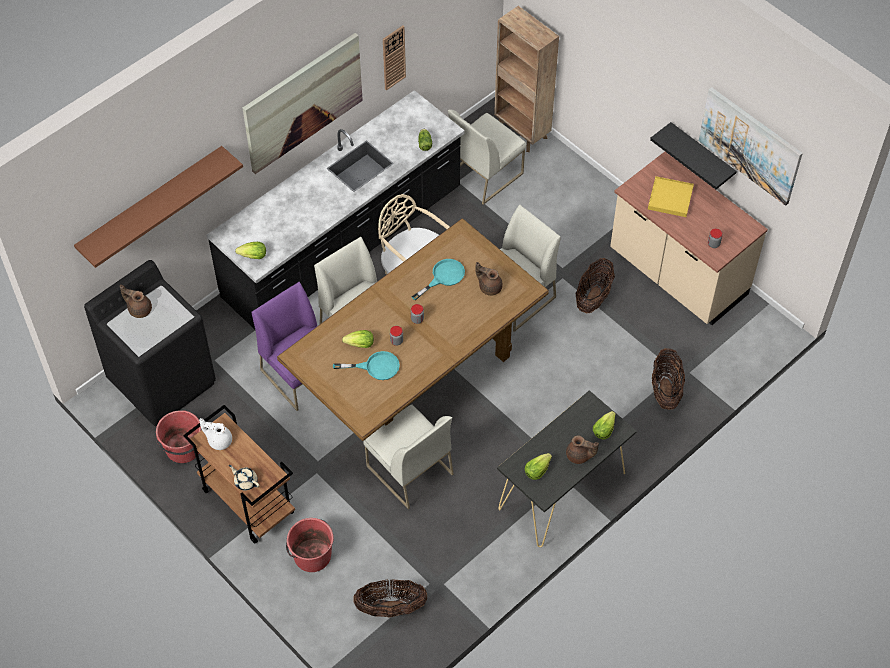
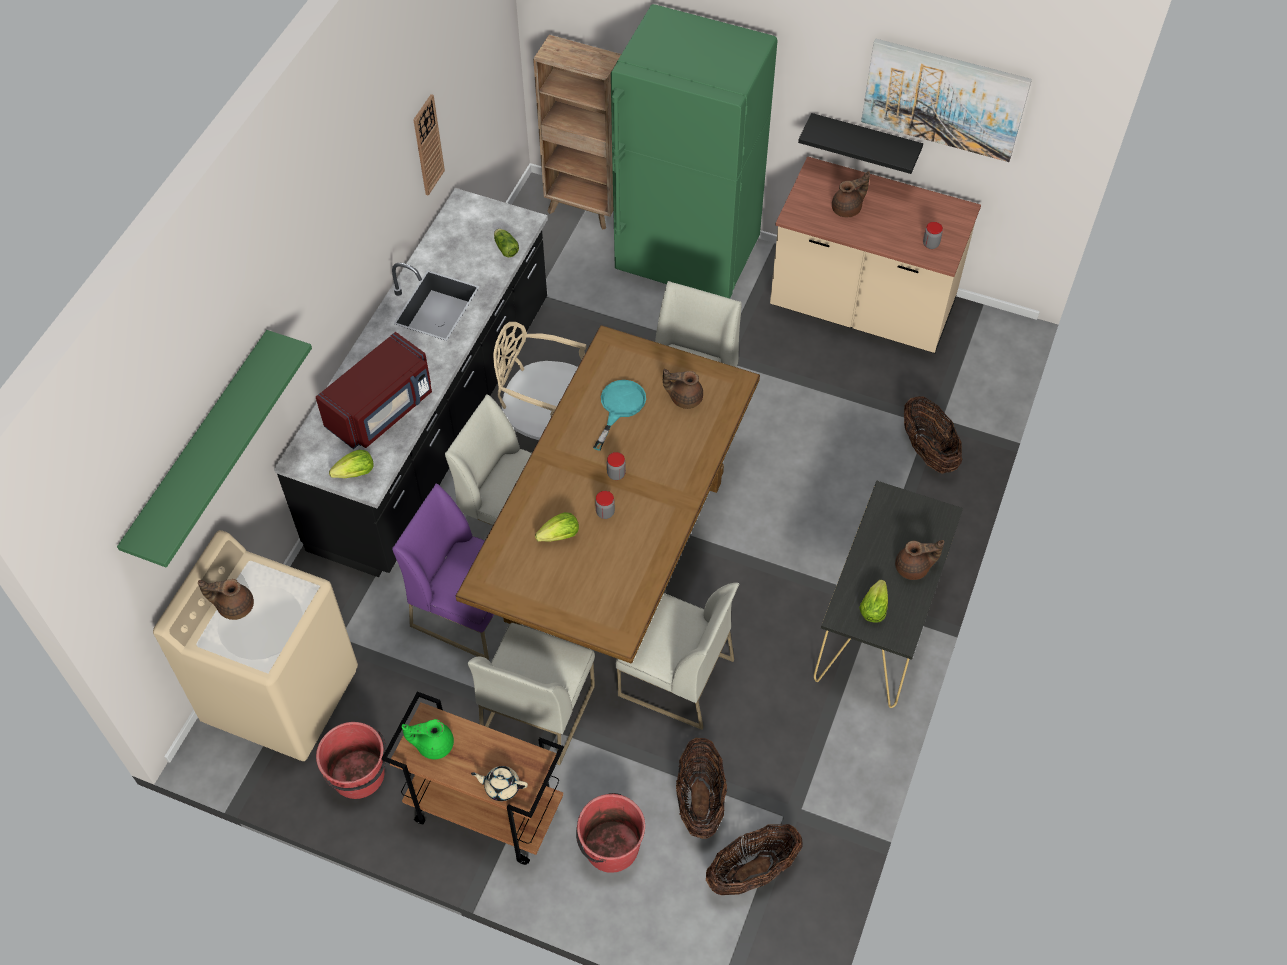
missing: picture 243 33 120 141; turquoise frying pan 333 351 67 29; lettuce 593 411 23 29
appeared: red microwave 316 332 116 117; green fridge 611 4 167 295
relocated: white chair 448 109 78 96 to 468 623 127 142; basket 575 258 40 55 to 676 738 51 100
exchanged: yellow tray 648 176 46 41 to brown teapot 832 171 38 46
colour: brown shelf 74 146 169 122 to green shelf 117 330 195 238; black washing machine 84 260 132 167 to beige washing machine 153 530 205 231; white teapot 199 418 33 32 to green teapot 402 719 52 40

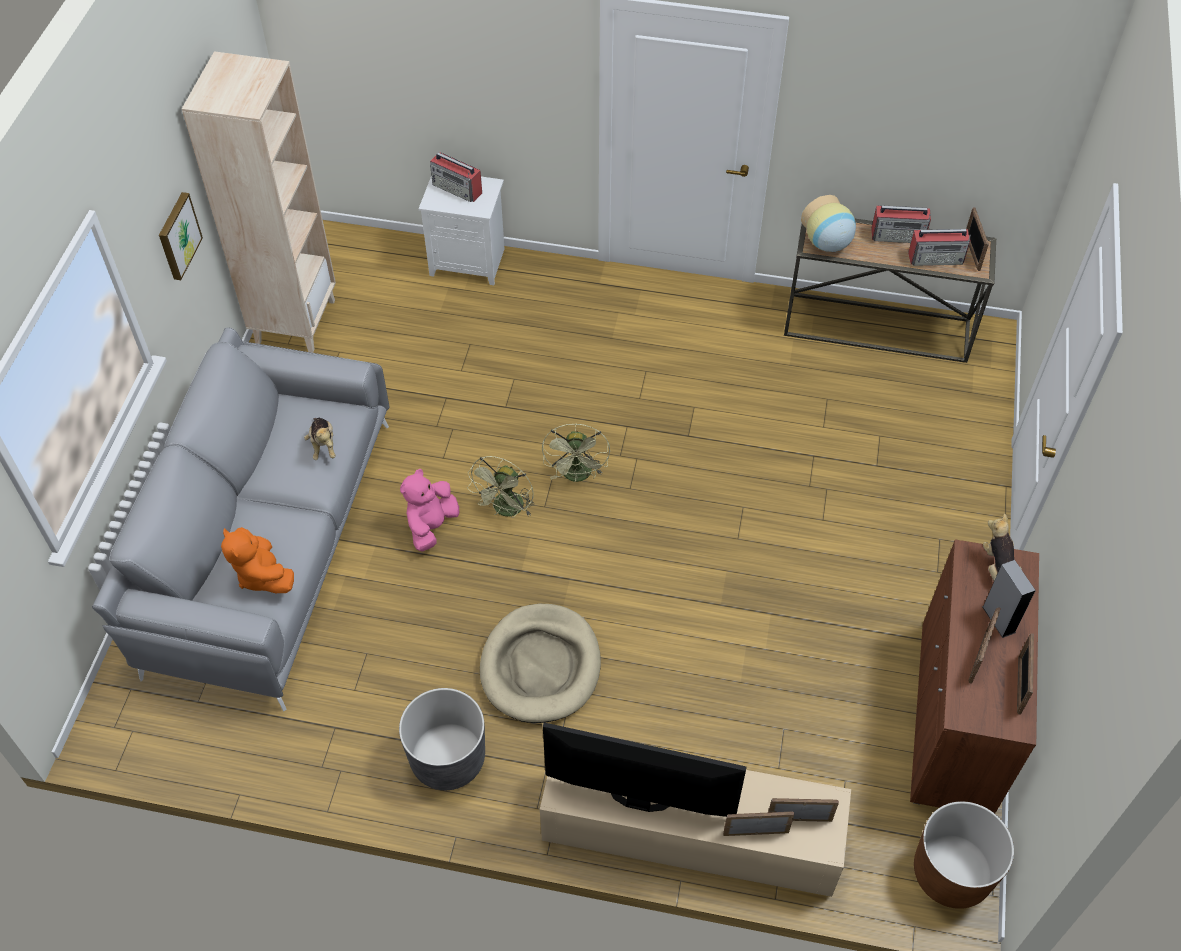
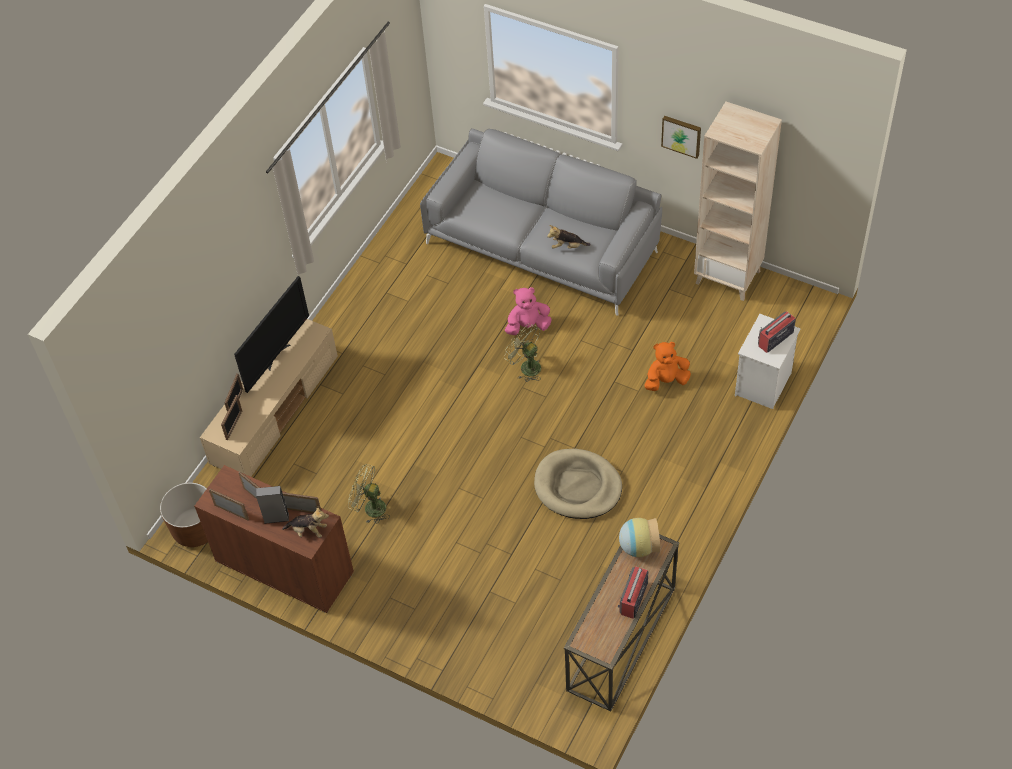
missing: grey planter 399 688 86 102; radio 908 229 63 37
relocated: orange plush toy 221 527 73 66 to 644 342 47 49; beige dog bed 480 604 121 119 to 534 449 88 70; green fan 542 424 68 58 to 348 464 42 60; picture frame 966 207 23 64 to 282 492 39 21
spun: pink plush toy 400 469 59 83 = 505 287 47 48 60 degrees counterclockwise

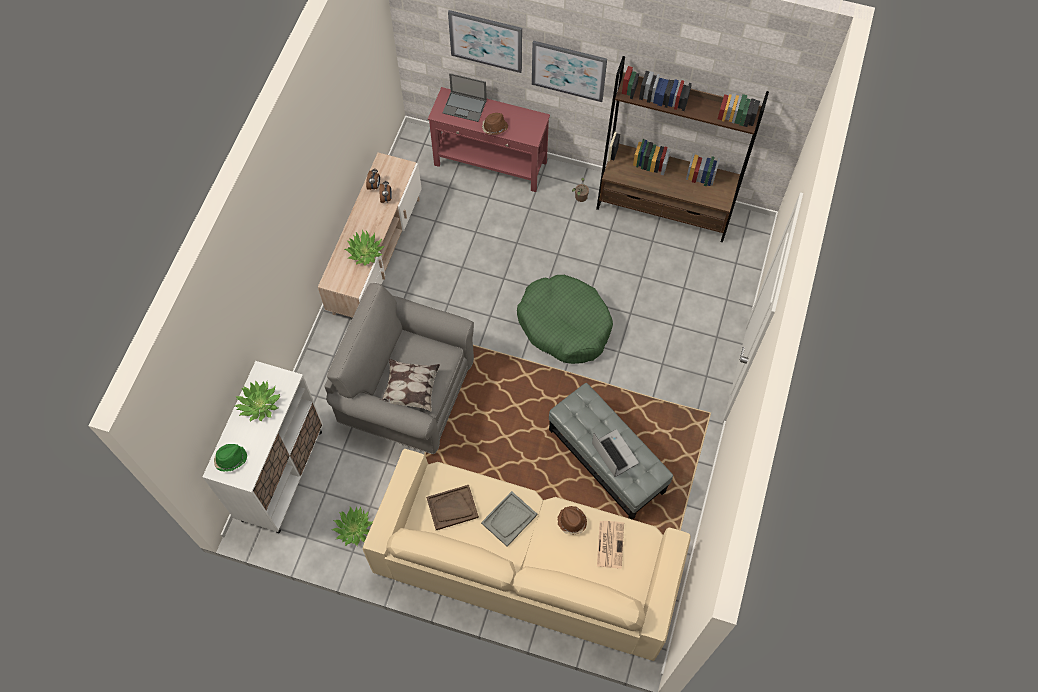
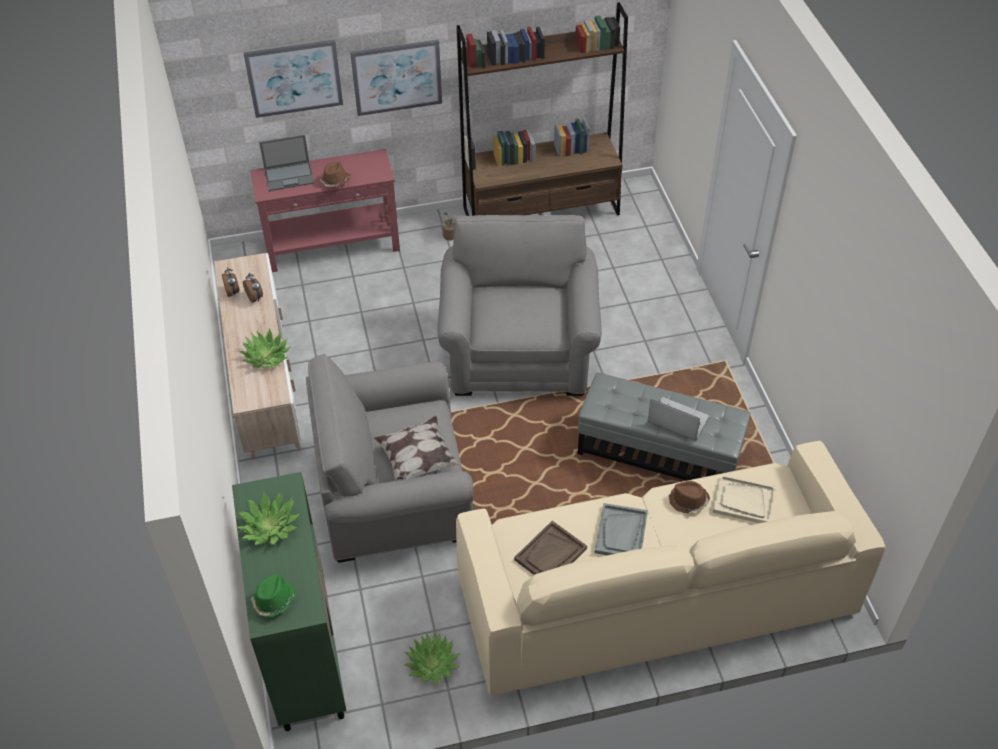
exchanged: green dog bed 517 275 96 89 to grey armchair 438 215 164 181; newspaper 597 521 27 48 to beige tray 713 474 63 49
colour: white cabinet 202 361 121 172 to green cabinet 232 472 114 259

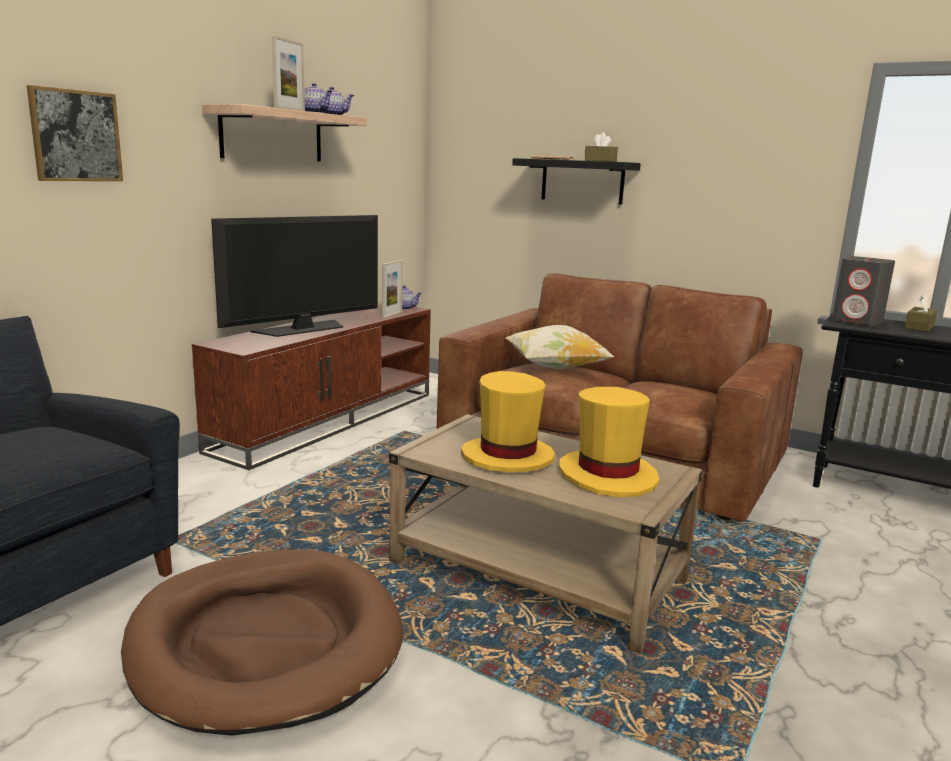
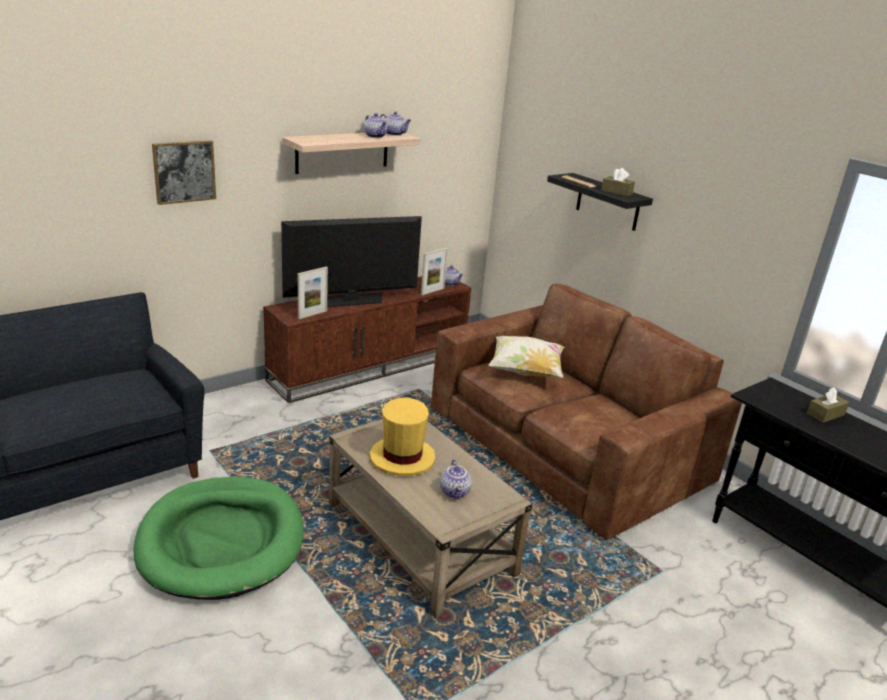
missing: grey speaker 832 256 63 70
relocated: picture frame 272 36 33 75 to 298 267 30 52
exchanged: yellow hat 559 387 100 110 to teapot 440 460 32 39
colour: brown dog bed 121 549 282 187 to green dog bed 133 477 171 123

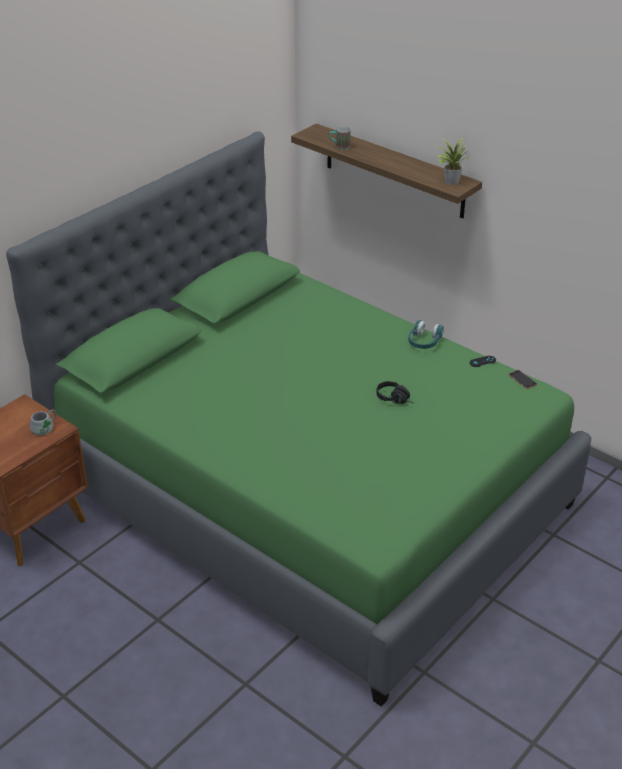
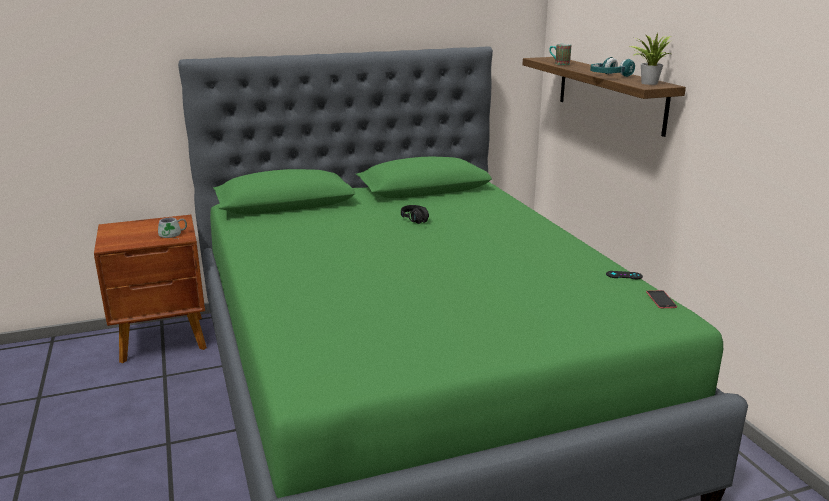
relocated: black headphones 376 381 37 23 to 401 205 28 19; turquoise headphones 408 320 36 29 to 590 57 45 20

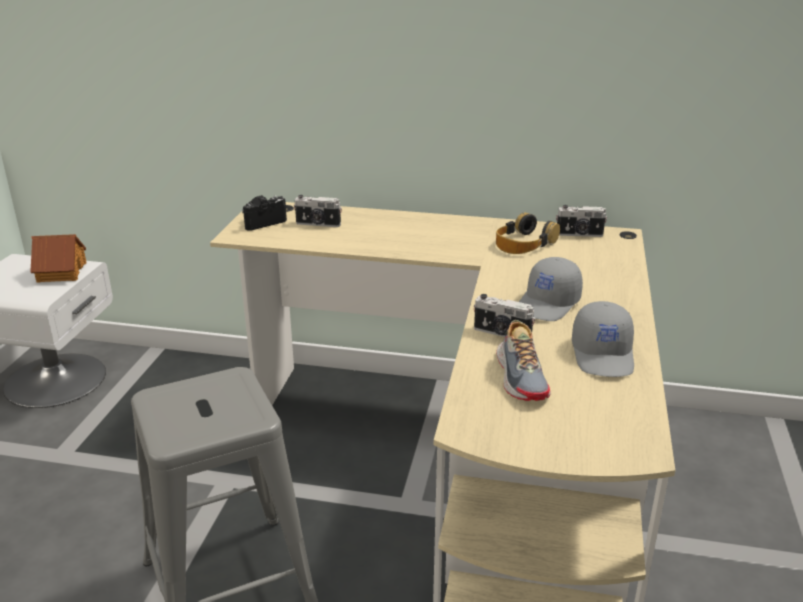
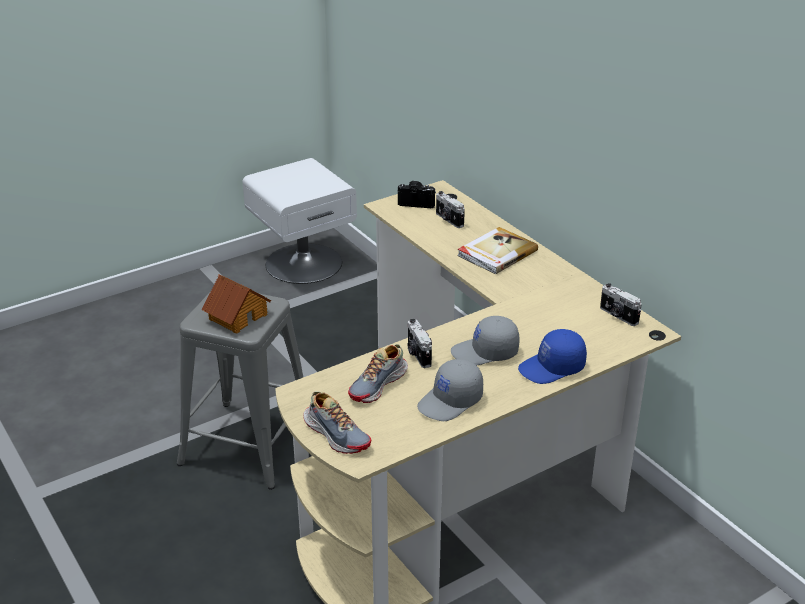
missing: headphones 496 212 64 42
appeared: shoe 303 391 69 63; book 457 227 81 47; blue cap 518 329 69 55
relocated: toy house 30 234 57 48 to 202 274 69 59

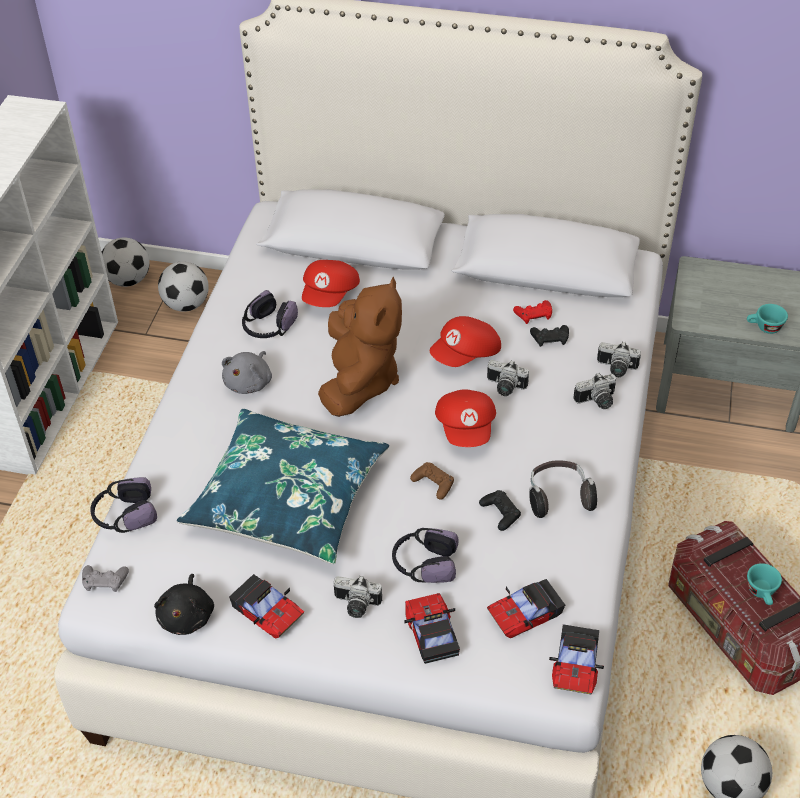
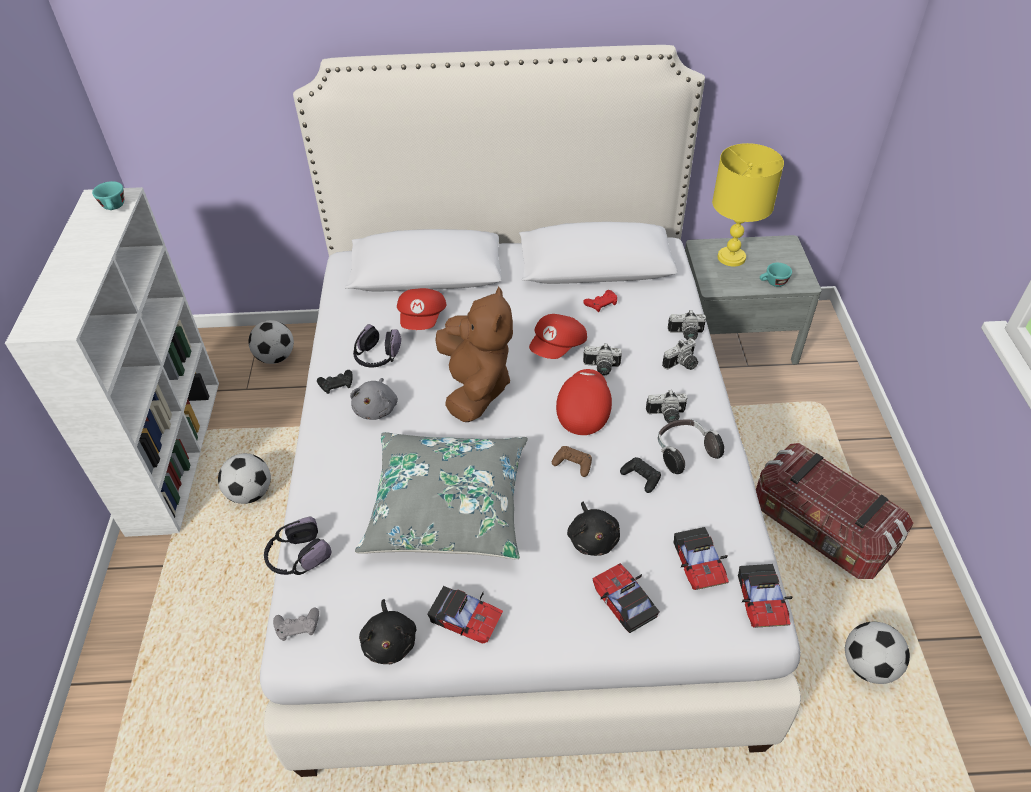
appeared: yellow table lamp 712 143 72 124
relocated: football 102 237 48 50 to 218 453 53 51; photo camera 334 576 48 42 to 646 390 41 33; black game controller 530 325 39 22 to 317 370 36 24; turquoise cup 747 563 35 42 to 92 181 32 29
exchanged: headphones 392 528 67 55 to black plush toy 567 502 53 54
colour: blue pillow 177 409 212 155 to grey pillow 355 432 173 127
spun: red cap 435 389 61 58 = 556 369 56 66 150 degrees counterclockwise; toy car 487 579 78 59 = 673 527 56 63 60 degrees counterclockwise

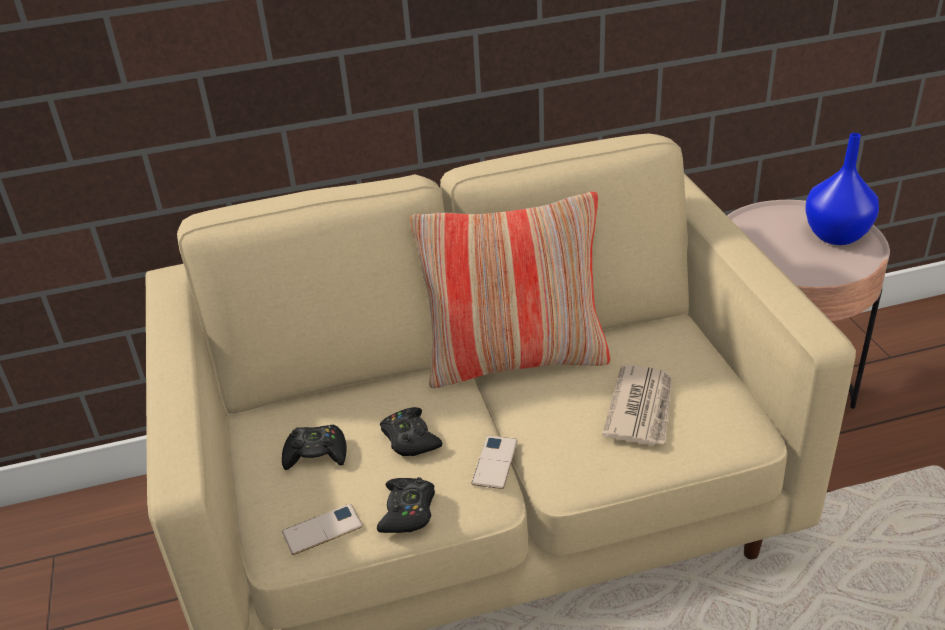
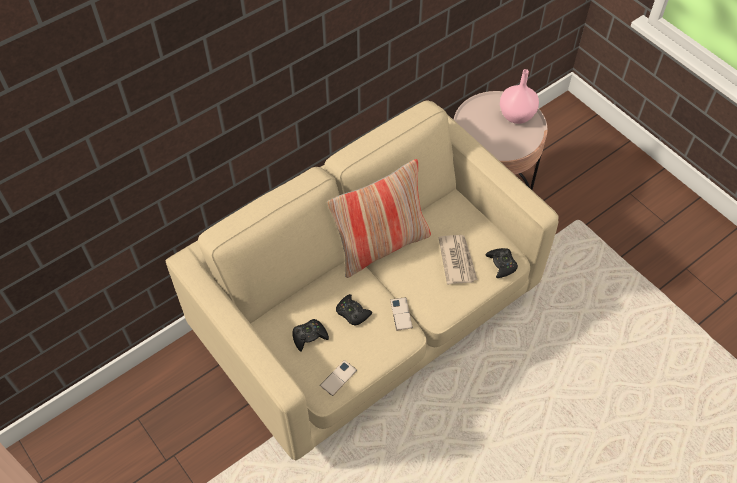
relocated: black game controller 377 477 58 56 to 486 248 32 30
colour: blue vase 805 133 74 112 to pink vase 500 69 39 55

